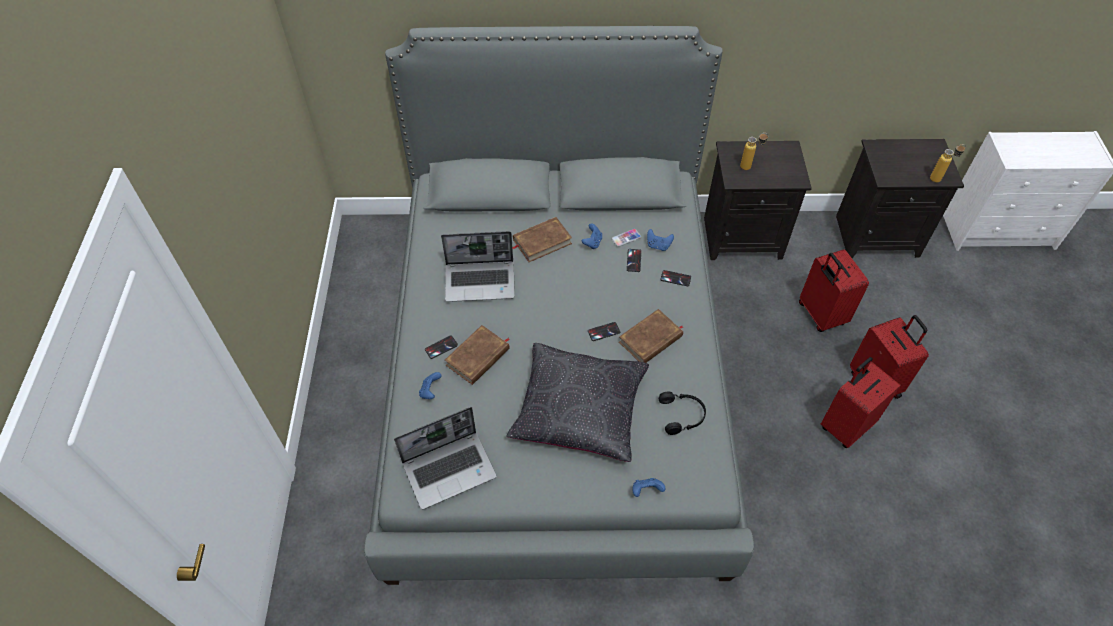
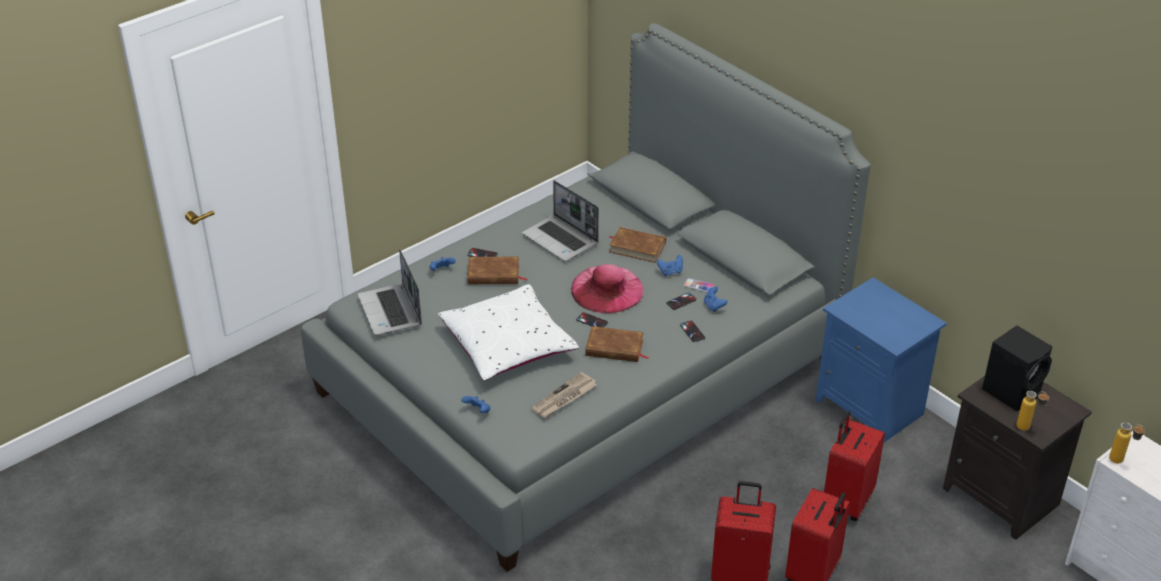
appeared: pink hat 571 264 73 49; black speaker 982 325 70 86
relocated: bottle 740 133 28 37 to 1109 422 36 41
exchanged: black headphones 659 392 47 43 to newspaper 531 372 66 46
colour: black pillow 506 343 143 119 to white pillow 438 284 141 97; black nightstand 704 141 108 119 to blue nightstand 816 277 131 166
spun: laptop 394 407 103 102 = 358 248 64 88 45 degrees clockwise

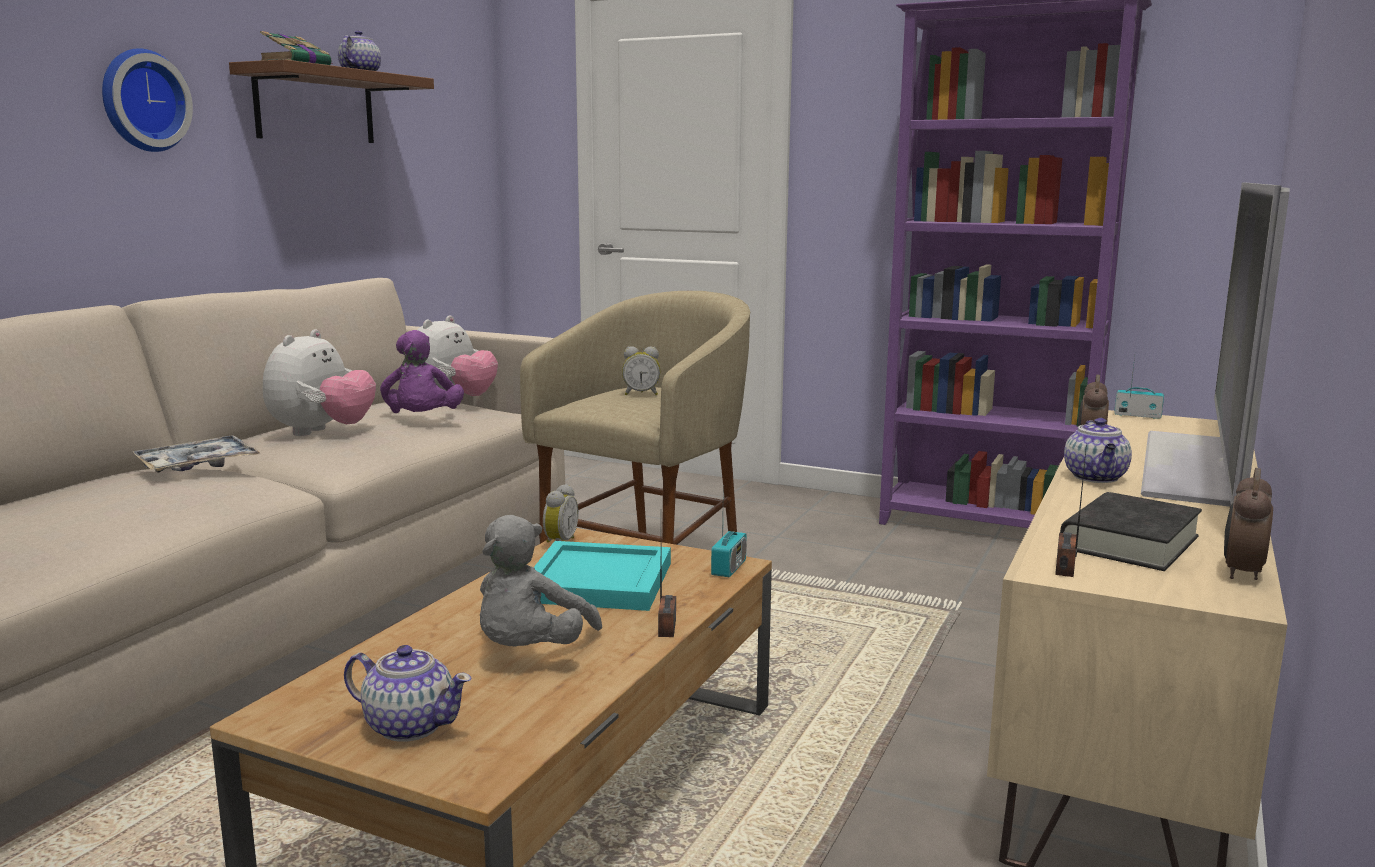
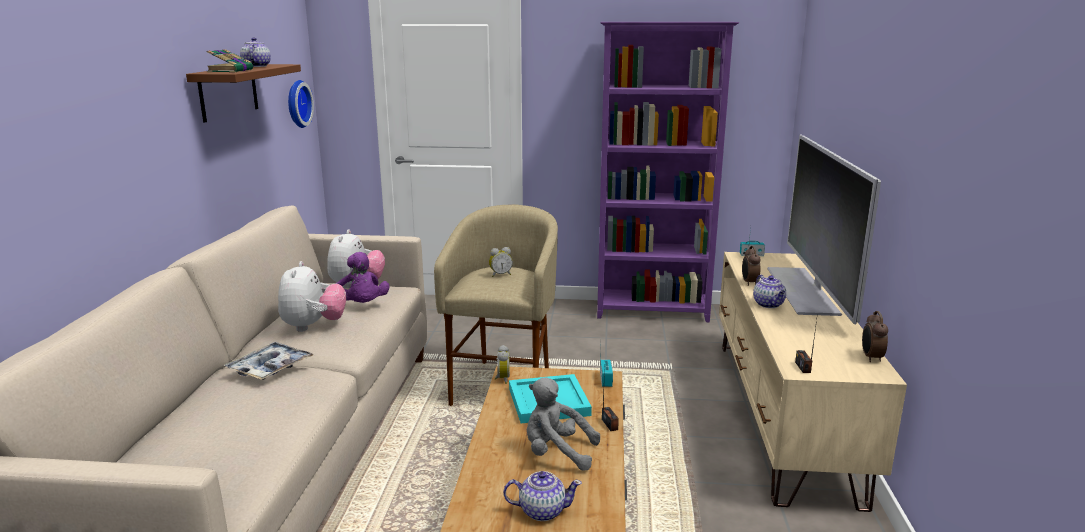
missing: black book 1060 492 142 79
relocated: wall clock 102 48 91 104 to 288 80 26 48
spun: grey plush toy 480 515 122 132 = 527 377 73 94 105 degrees clockwise

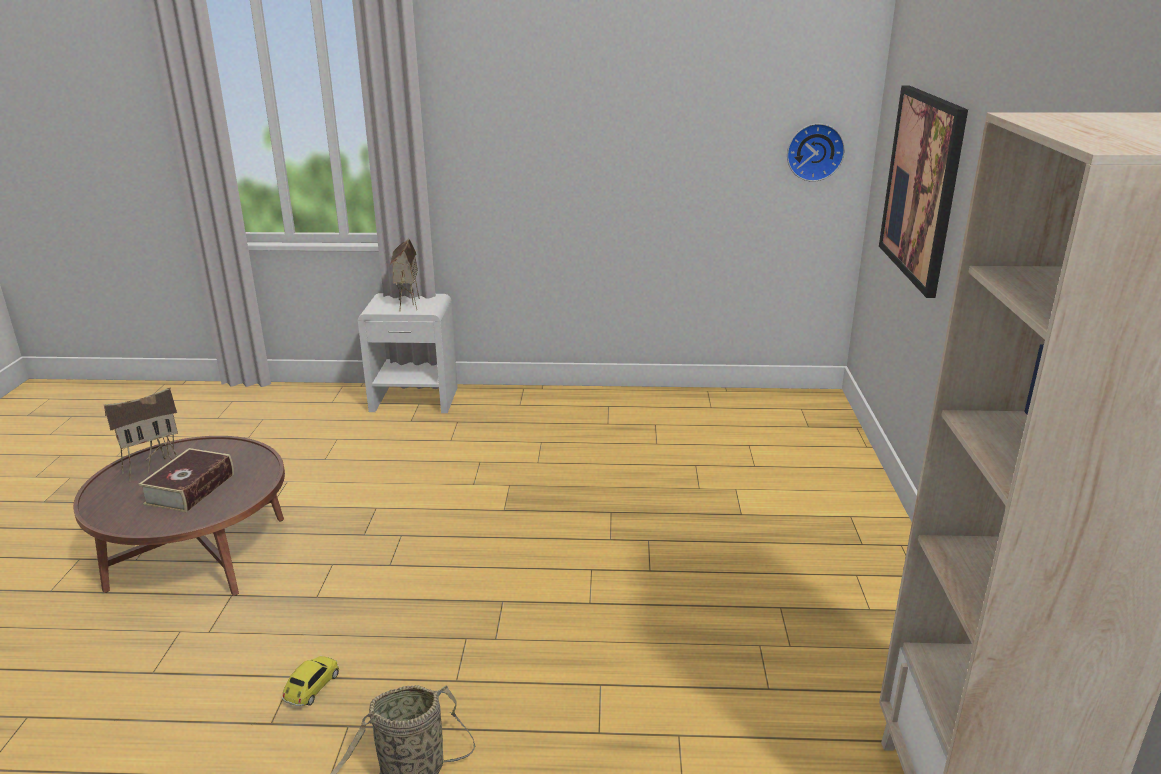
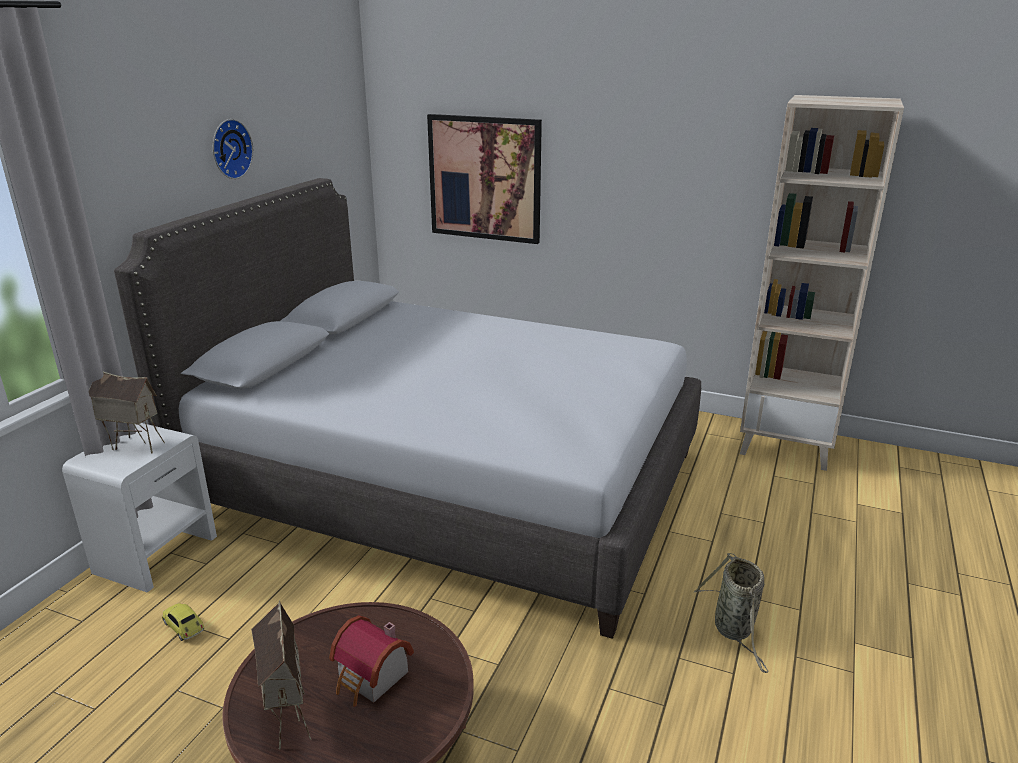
appeared: grey bed 114 178 587 461
relocated: toy car 282 656 57 50 to 162 603 42 38; wall clock 787 123 58 59 to 213 119 40 60
exchanged: book 138 448 96 64 to toy house 329 615 85 92

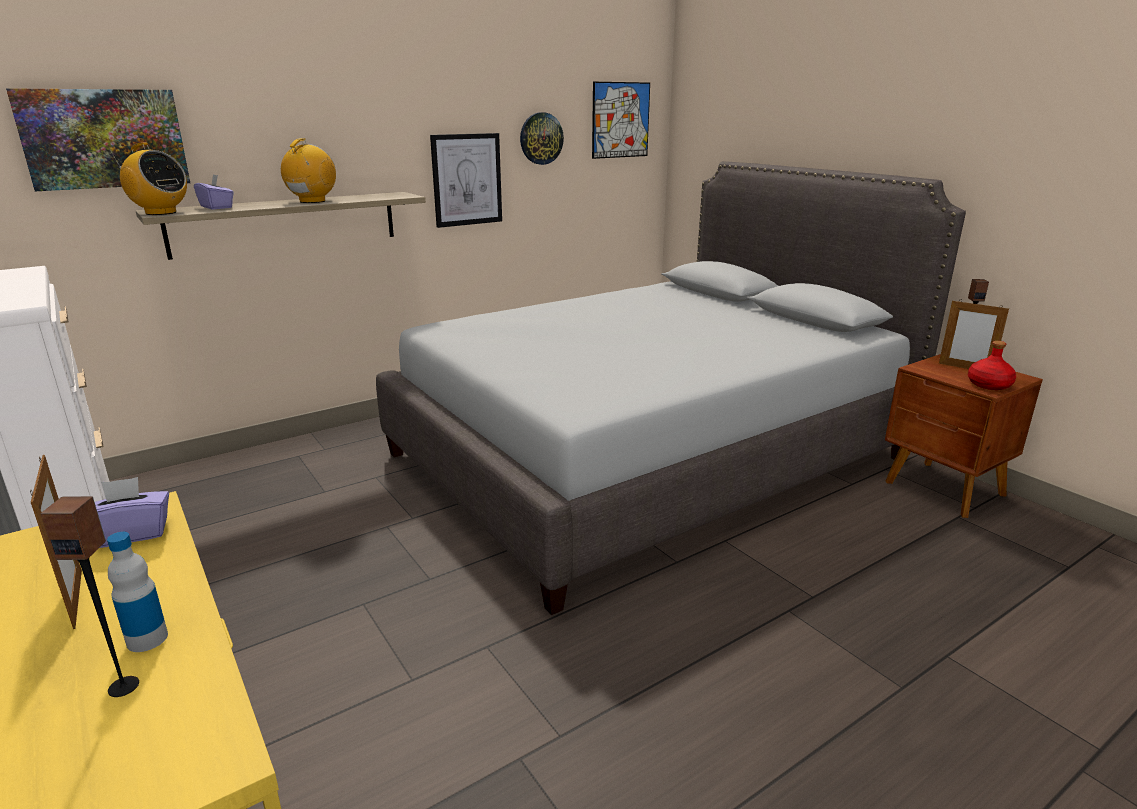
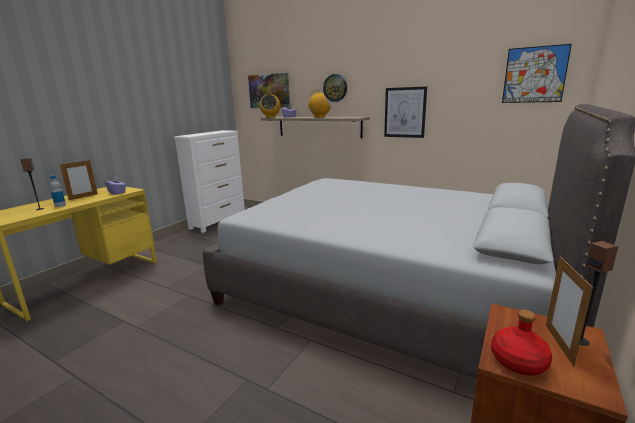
relocated: wall clock 520 112 44 53 to 323 74 24 28

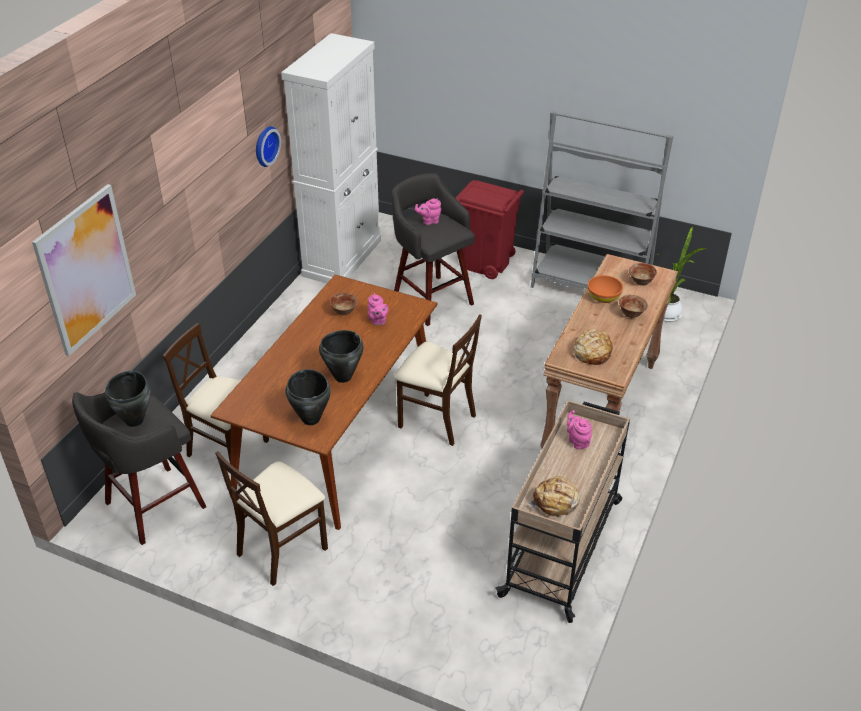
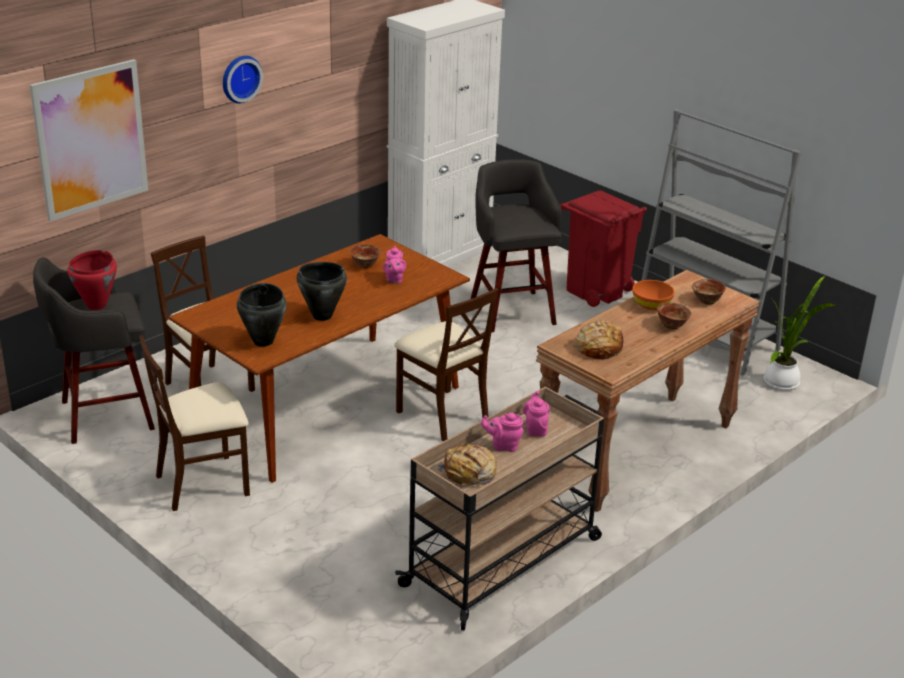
relocated: wall clock 256 126 25 41 to 223 56 40 47; pink teapot 415 198 26 27 to 481 413 43 39
colour: black cooking pot 105 371 46 56 to red cooking pot 67 250 50 60

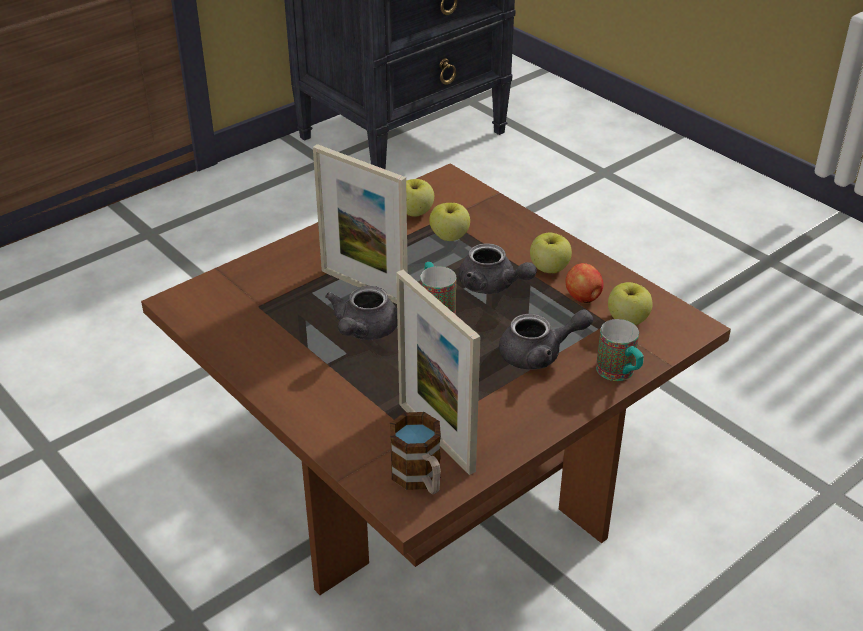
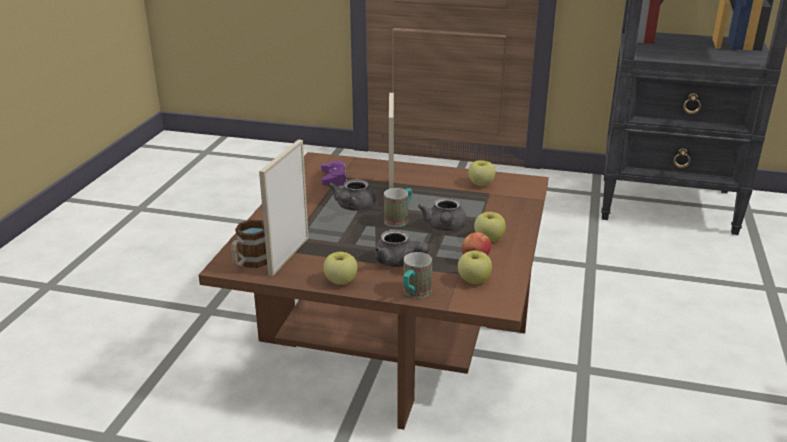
appeared: purple game controller 321 161 26 25
relocated: apple 429 203 41 38 to 323 252 35 33
spun: grey teapot 325 286 73 54 = 328 179 48 32 60 degrees counterclockwise

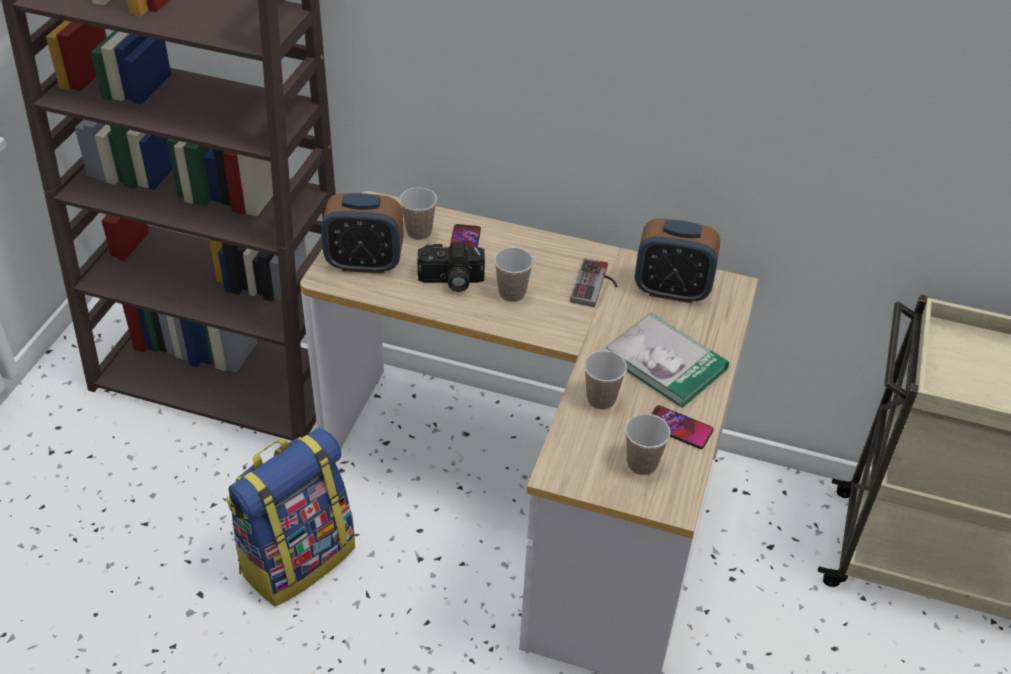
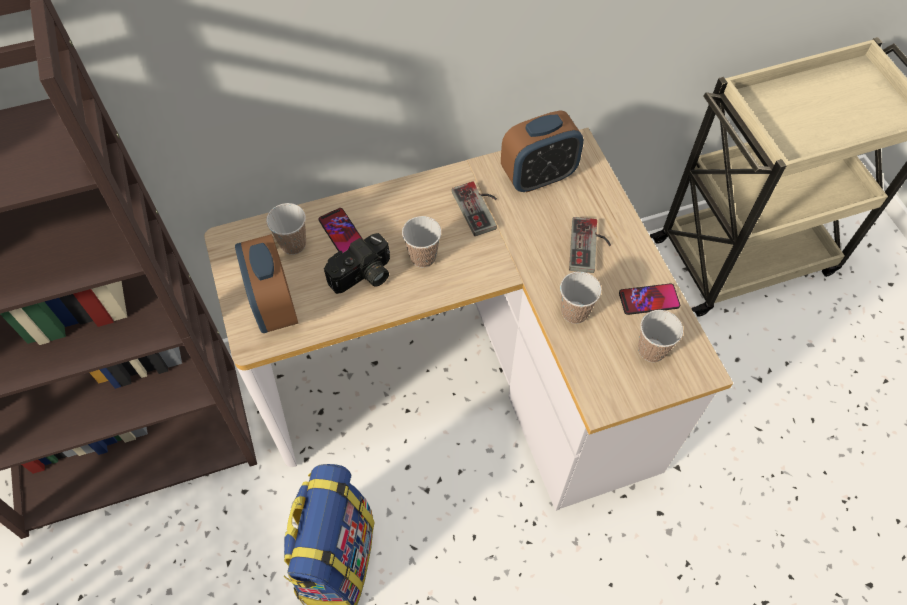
exchanged: book 606 313 123 95 to game controller 569 217 42 56
spun: alarm clock 321 193 83 81 = 235 234 63 99 105 degrees clockwise

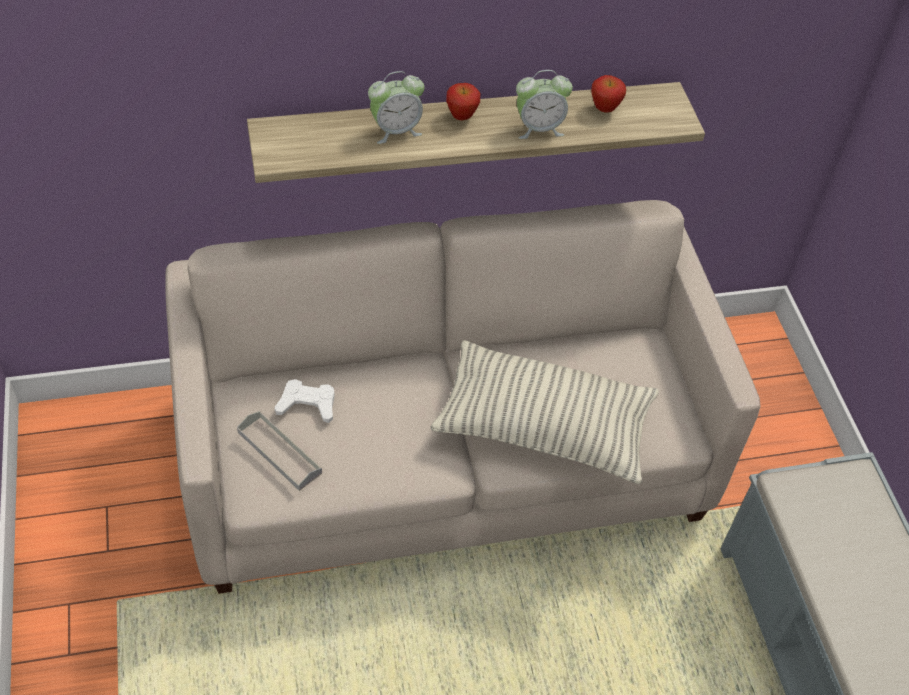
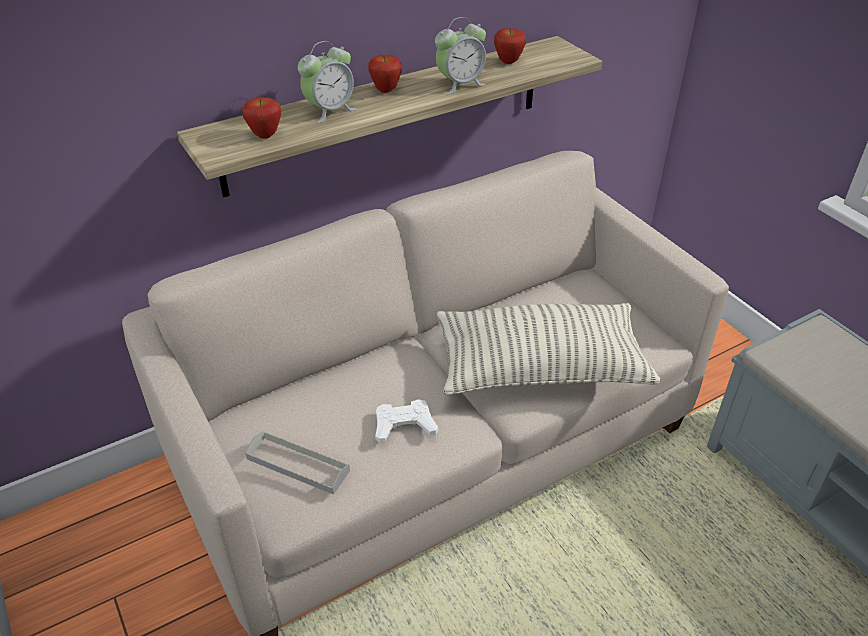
appeared: apple 242 97 39 42
relocated: white game controller 274 379 61 44 to 375 399 63 44

